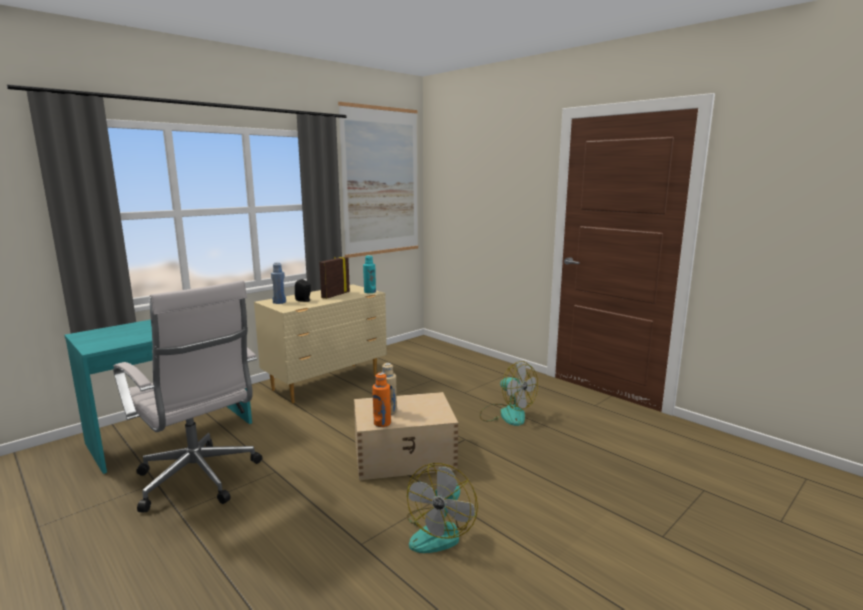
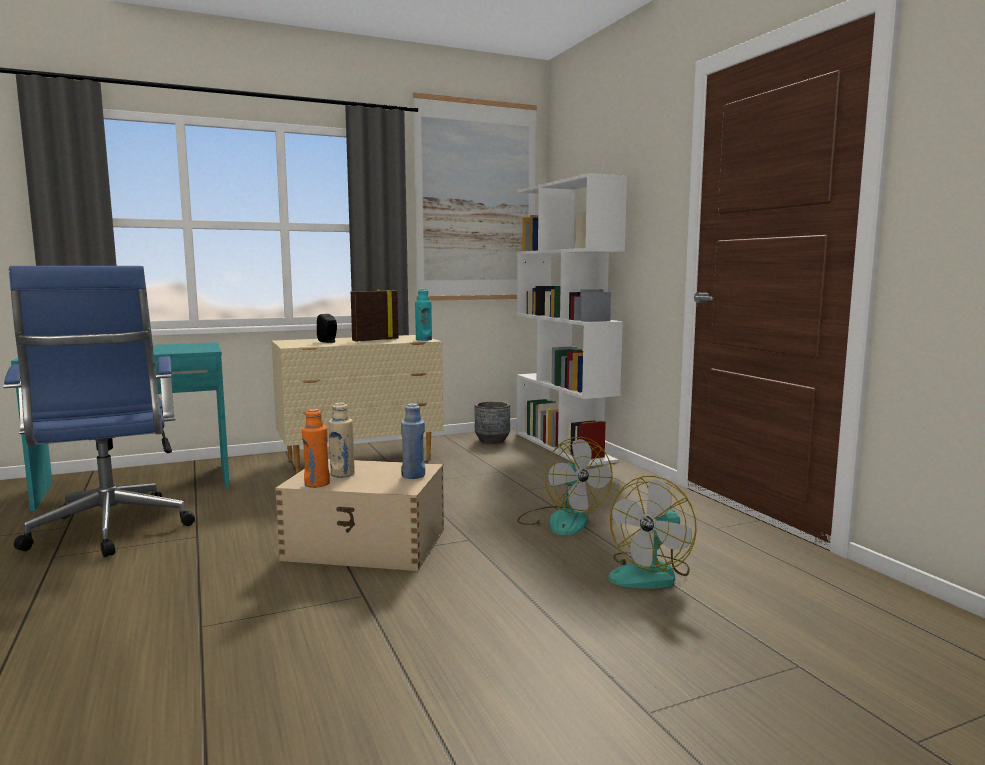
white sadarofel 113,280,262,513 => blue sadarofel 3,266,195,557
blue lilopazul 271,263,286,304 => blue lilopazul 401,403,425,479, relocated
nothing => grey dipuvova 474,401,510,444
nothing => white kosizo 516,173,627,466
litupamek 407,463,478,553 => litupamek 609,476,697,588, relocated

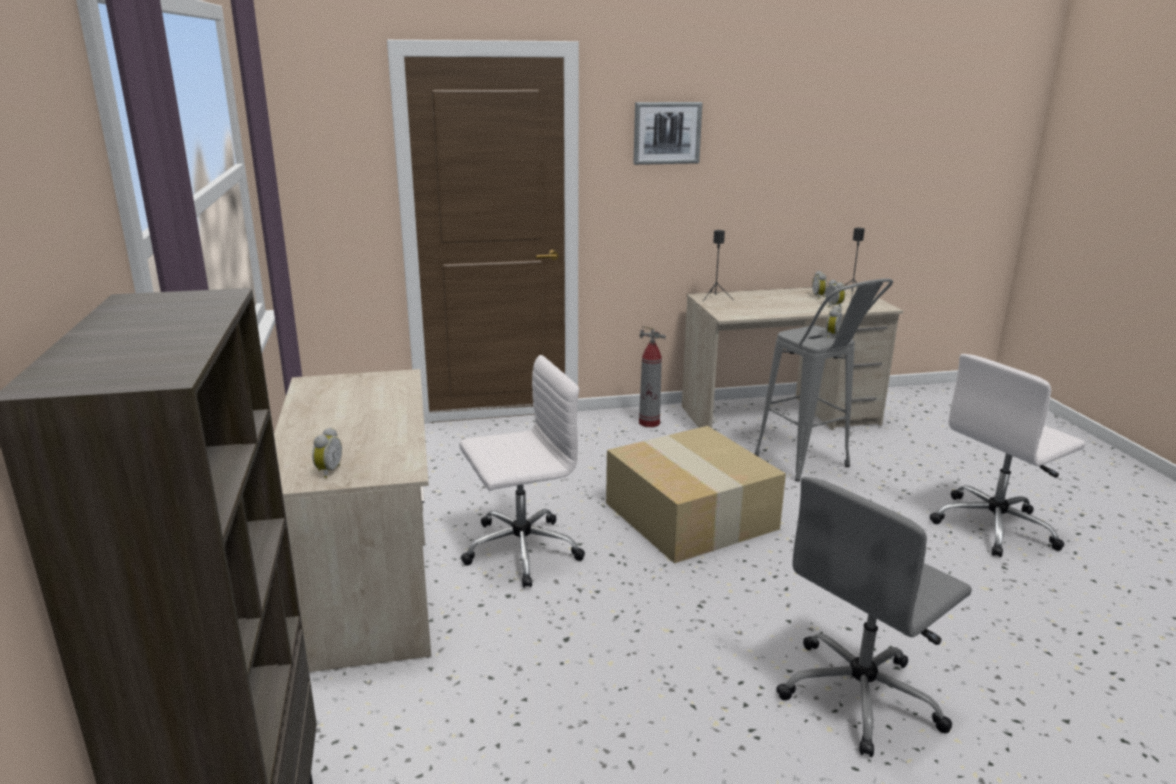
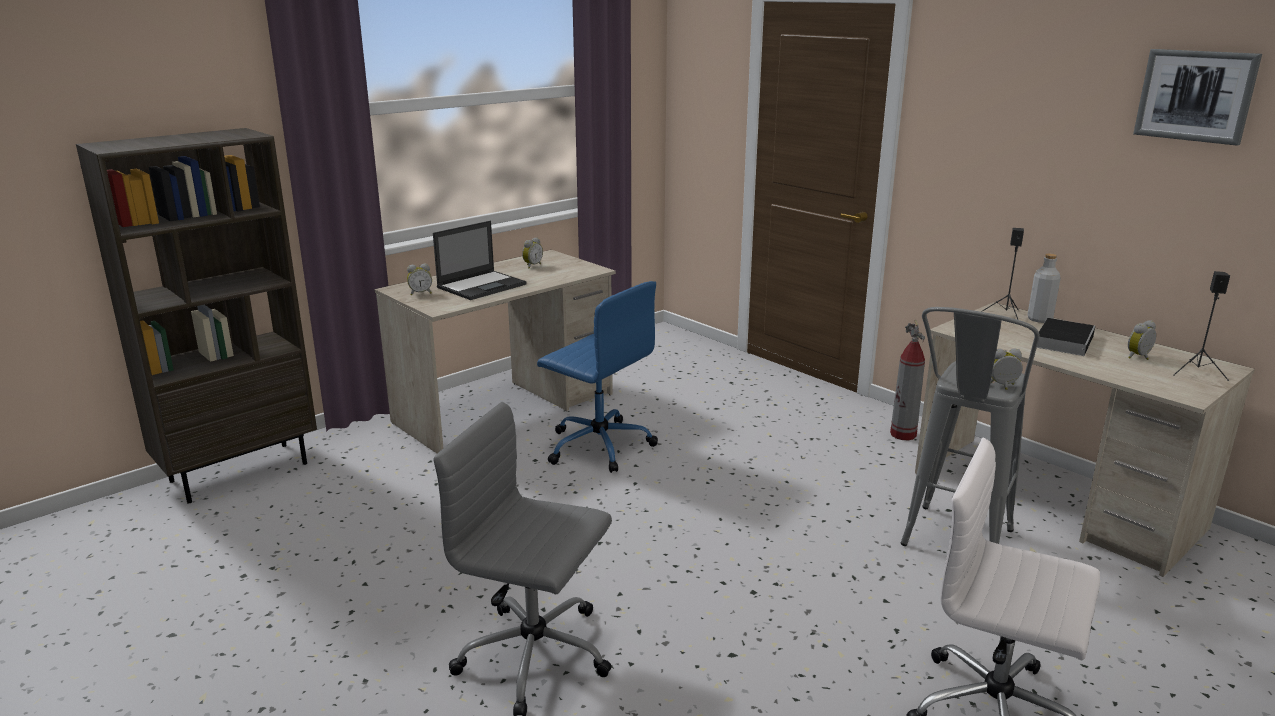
nothing => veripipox 433,220,527,300
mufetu 825,280,845,308 => mufetu 522,238,543,268, relocated
white sadarofel 460,355,585,588 => blue sadarofel 537,281,658,473
nothing => grey lilopazul 1027,254,1061,323
nothing => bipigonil 1037,318,1095,356
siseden 633,102,703,165 => siseden 1133,49,1262,146, relocated
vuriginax 606,426,786,563 => nothing

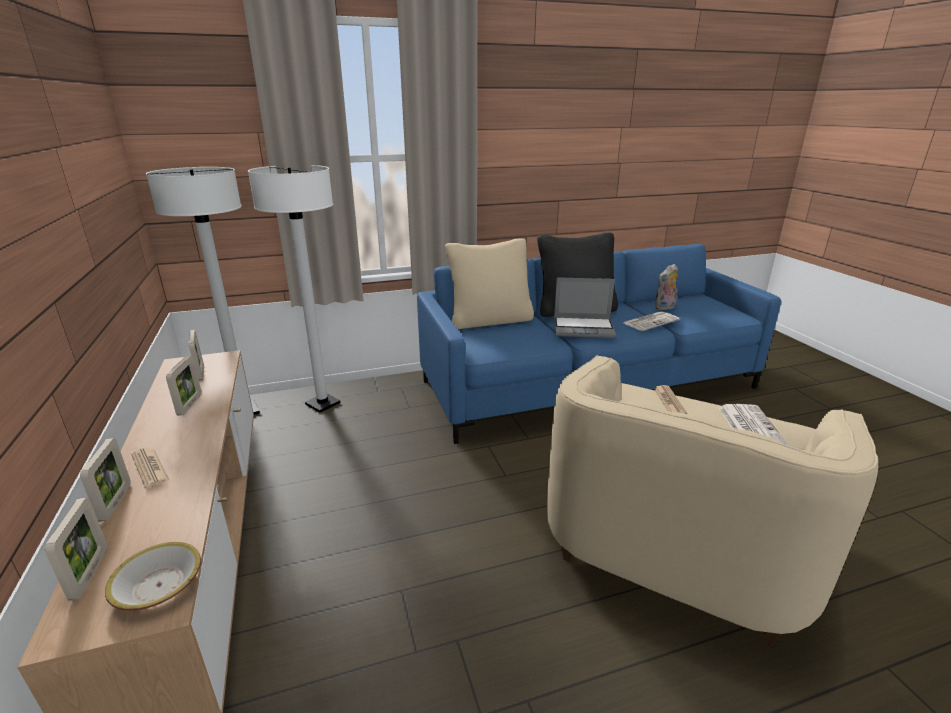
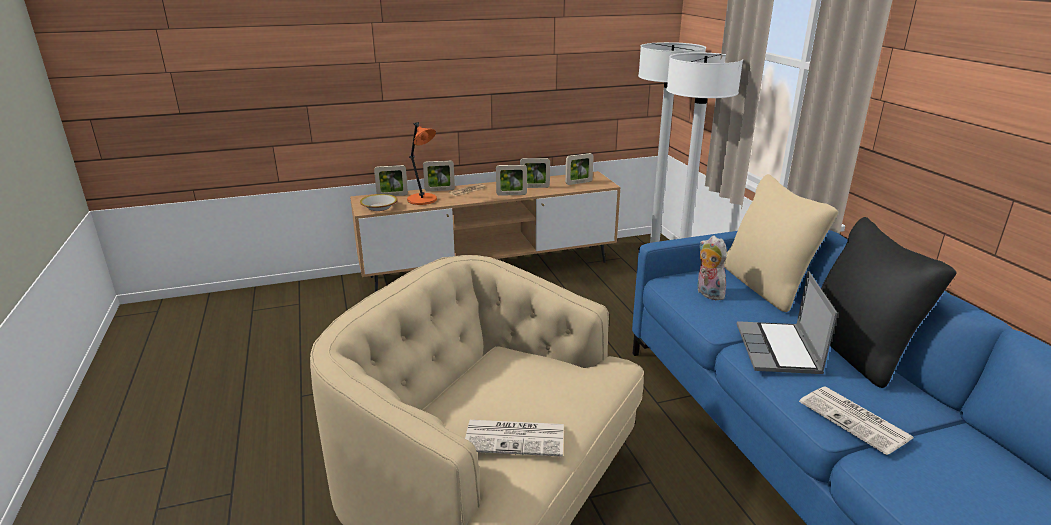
nothing => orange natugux 407,122,437,205
nothing => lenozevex 496,165,527,196
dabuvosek 654,264,678,310 => dabuvosek 697,236,727,300, relocated
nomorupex 654,385,687,414 => nothing

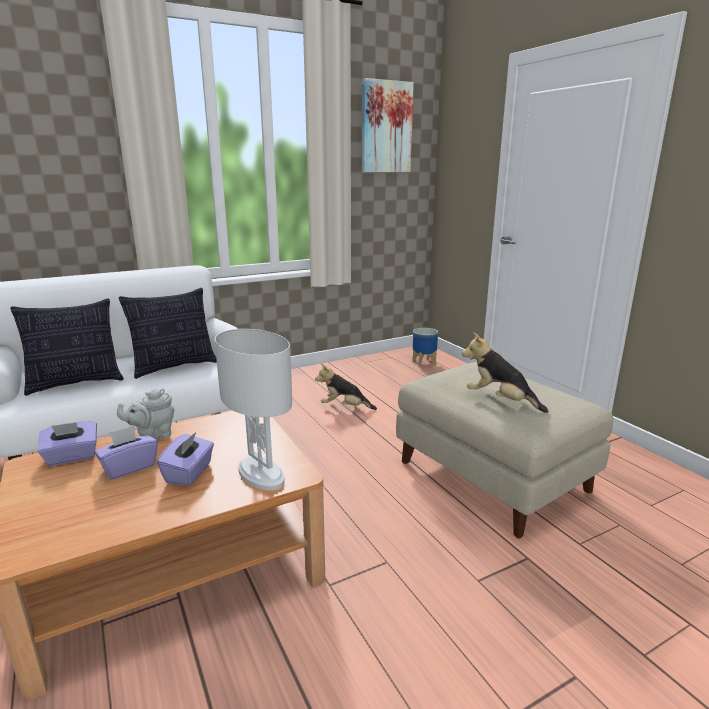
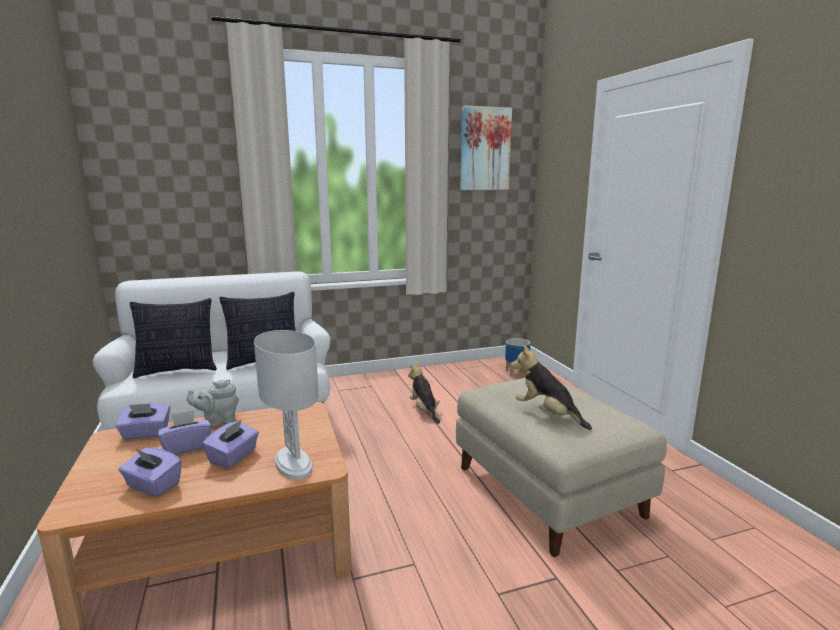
nothing => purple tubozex 119,447,182,497
dabuvosek 315,363,377,410 => dabuvosek 408,363,440,424, 45 degrees clockwise

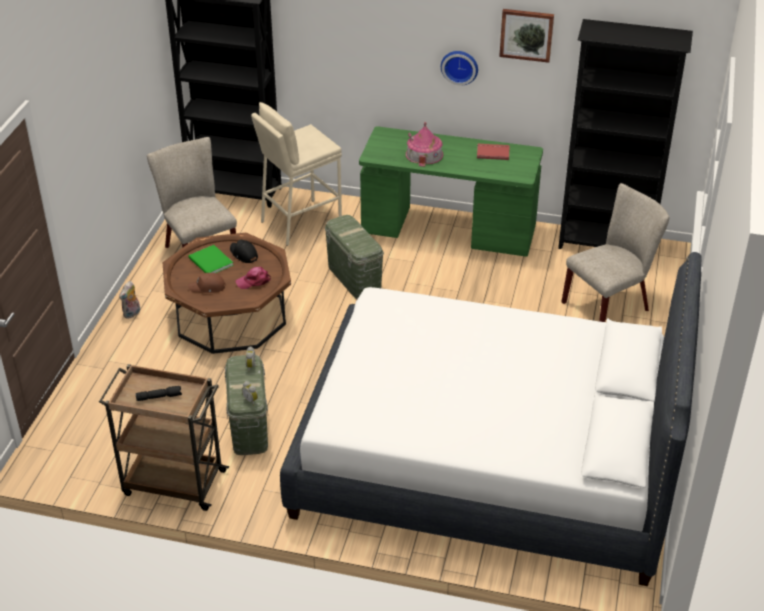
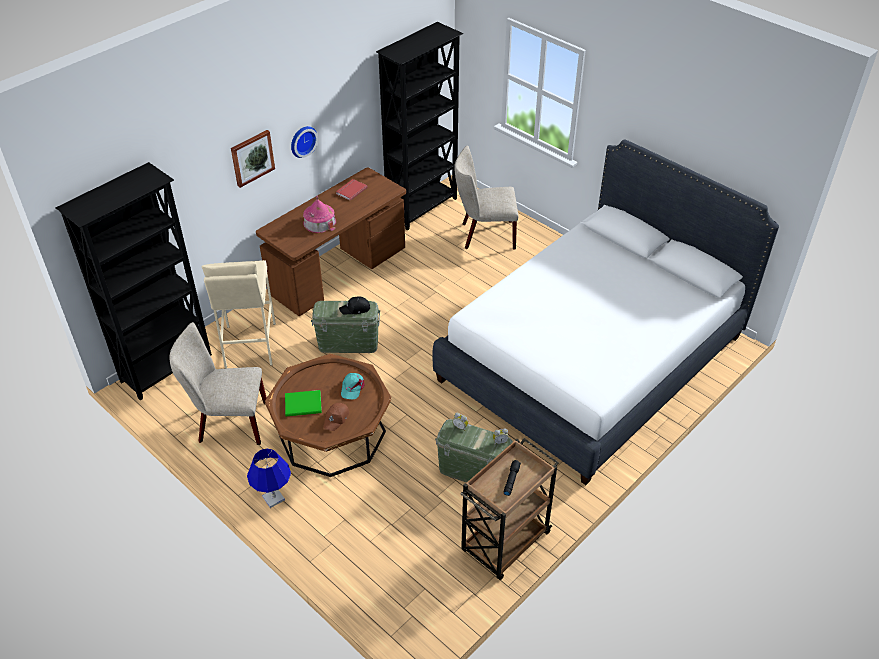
siseden 499,9,554,63 => siseden 231,130,275,188, relocated
dabuvosek 119,281,141,319 => blue natugux 247,448,291,508
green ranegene 359,126,543,257 => brown ranegene 256,167,406,316
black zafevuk 230,240,258,263 => black zafevuk 339,296,370,315, relocated
pink zafevuk 236,267,271,289 => turquoise zafevuk 341,373,365,400
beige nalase 561,183,670,322 => beige nalase 454,145,519,249, 90 degrees counterclockwise

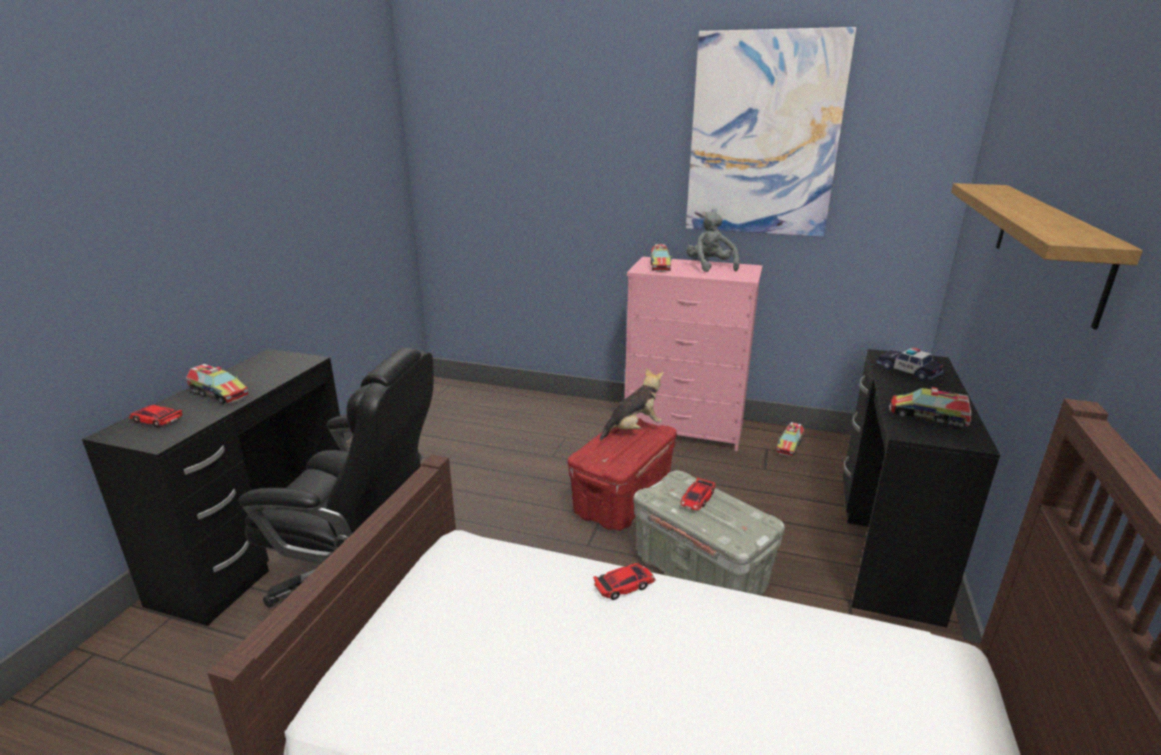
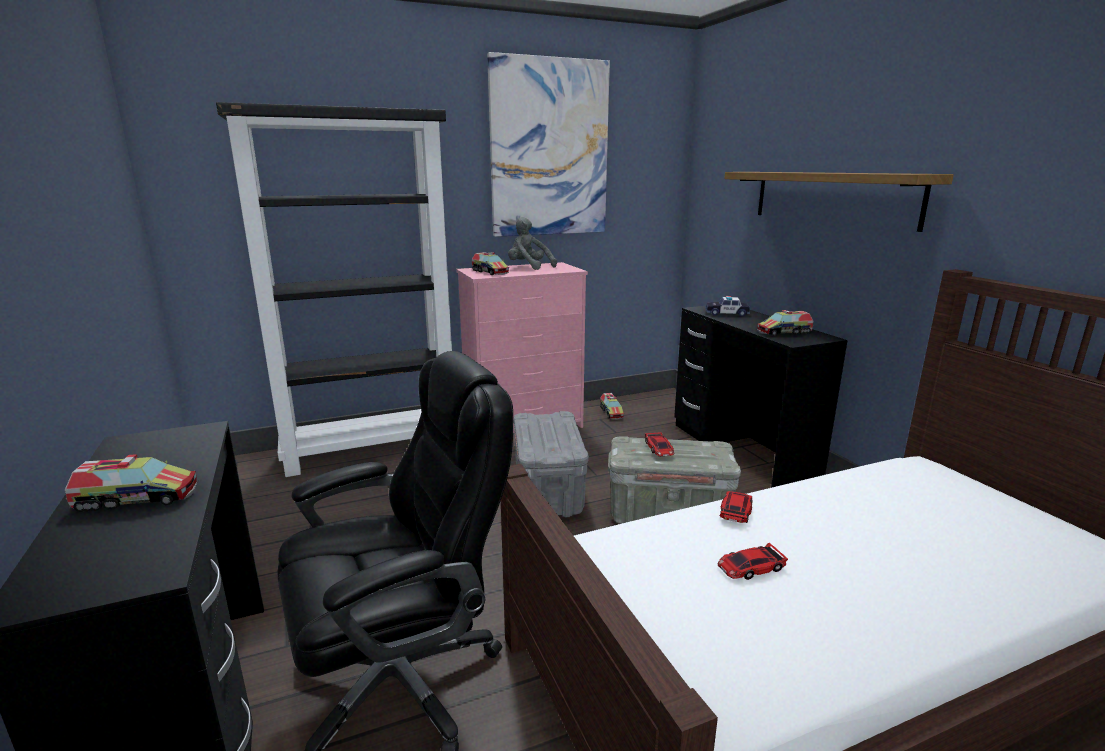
nothing => black kosizo 216,102,452,477
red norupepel 568,418,677,531 => grey norupepel 513,411,589,518
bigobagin 129,405,183,428 => bigobagin 717,543,788,580, relocated
dabuvosek 600,368,663,441 => nothing

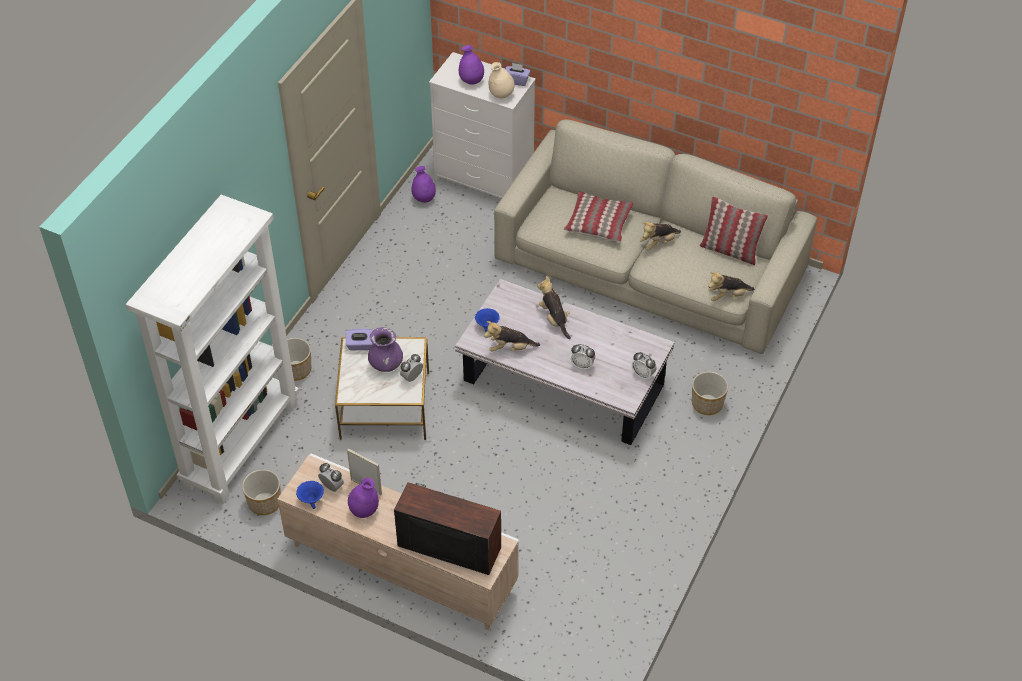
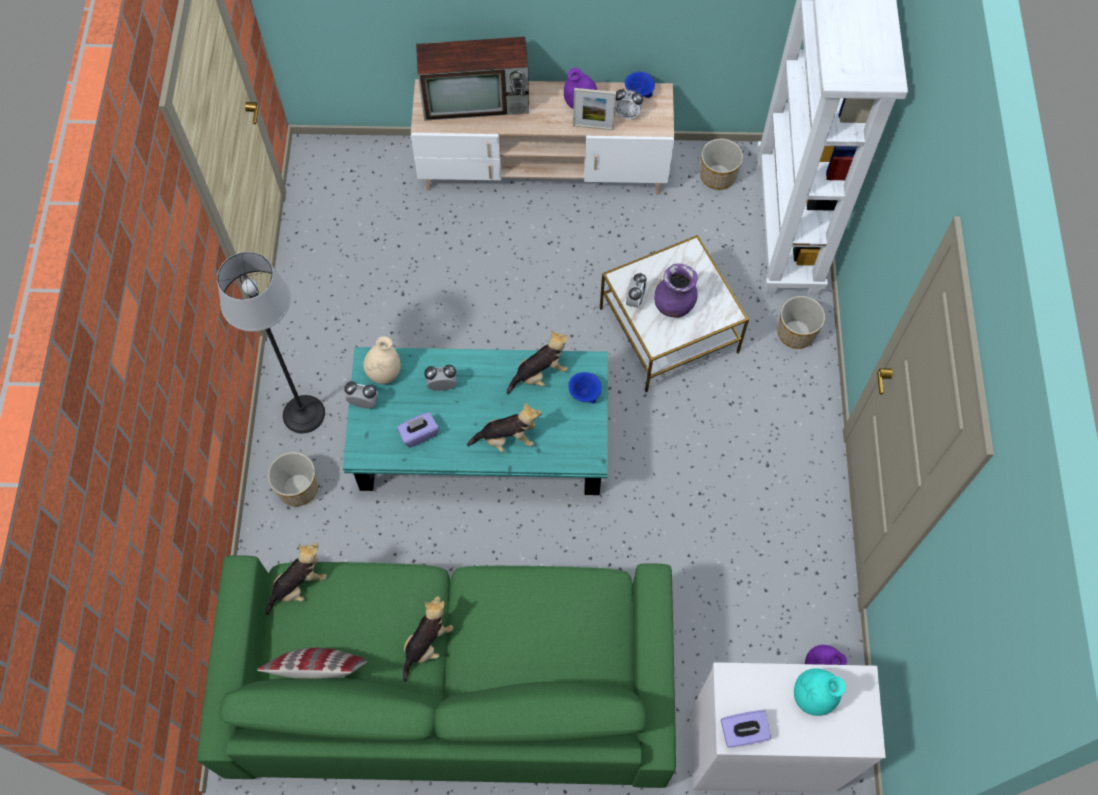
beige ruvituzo 494,119,817,354 => green ruvituzo 196,555,676,788
nothing => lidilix 217,252,325,434
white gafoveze 455,279,675,445 => turquoise gafoveze 343,347,608,495
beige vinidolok 489,62,515,98 => beige vinidolok 363,336,401,384, relocated
purple tubozex 346,329,373,350 => purple tubozex 397,412,439,448, relocated
dabuvosek 537,276,571,339 => dabuvosek 467,402,542,452, 45 degrees counterclockwise
purple vinidolok 459,45,484,85 => turquoise vinidolok 794,668,846,716
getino 564,191,634,242 => nothing

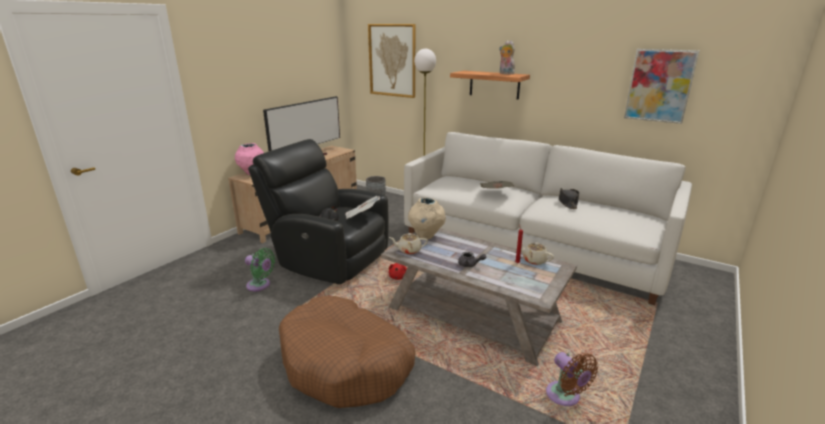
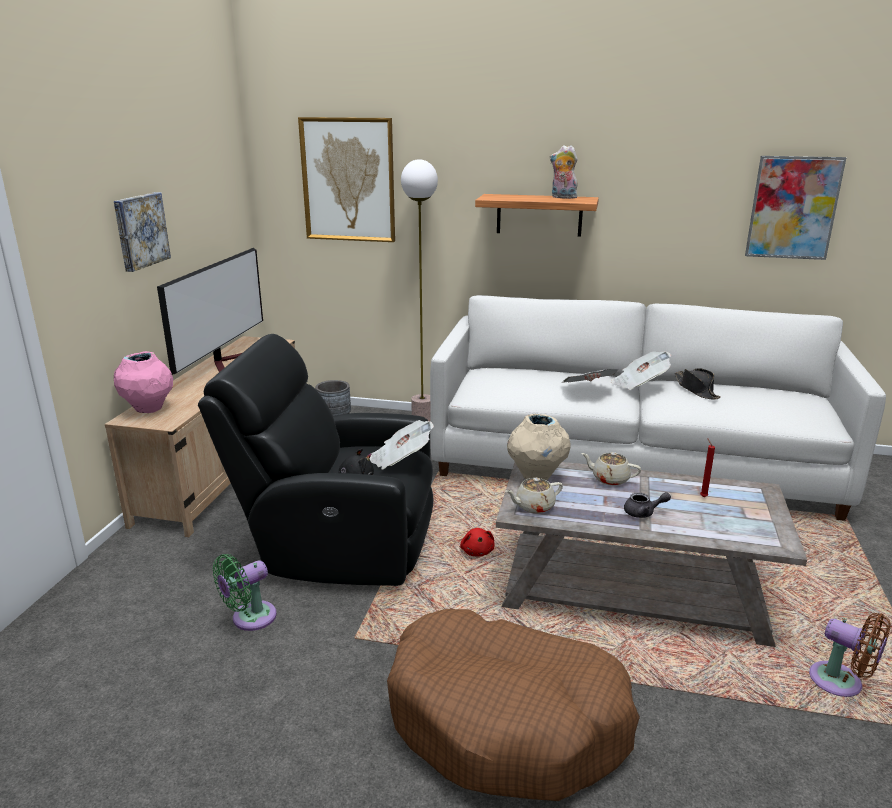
nothing => siseden 114,192,171,272
green litupamek 245,248,275,291 => green litupamek 213,554,277,631, 135 degrees clockwise
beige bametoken 517,240,554,265 => beige bametoken 581,452,641,486, relocated
nothing => nomorupex 611,351,672,389

